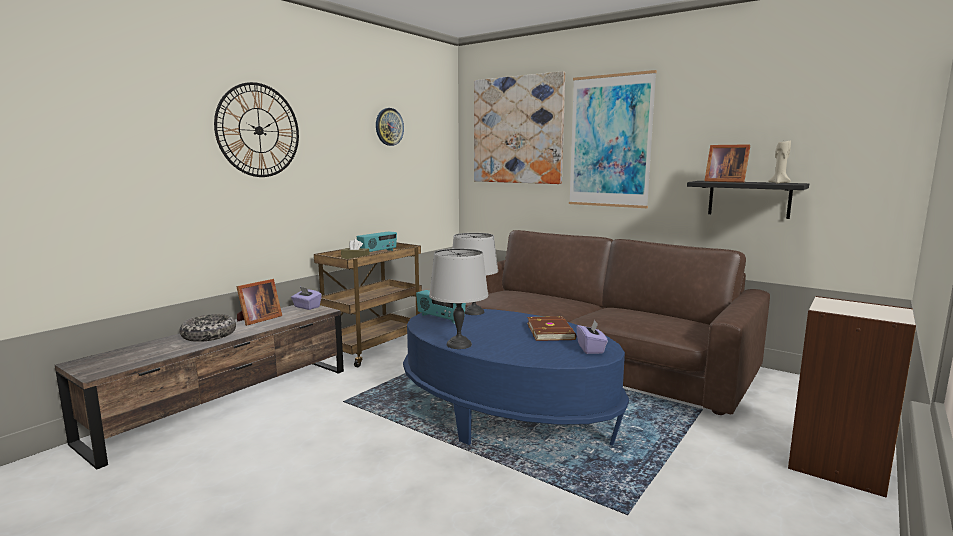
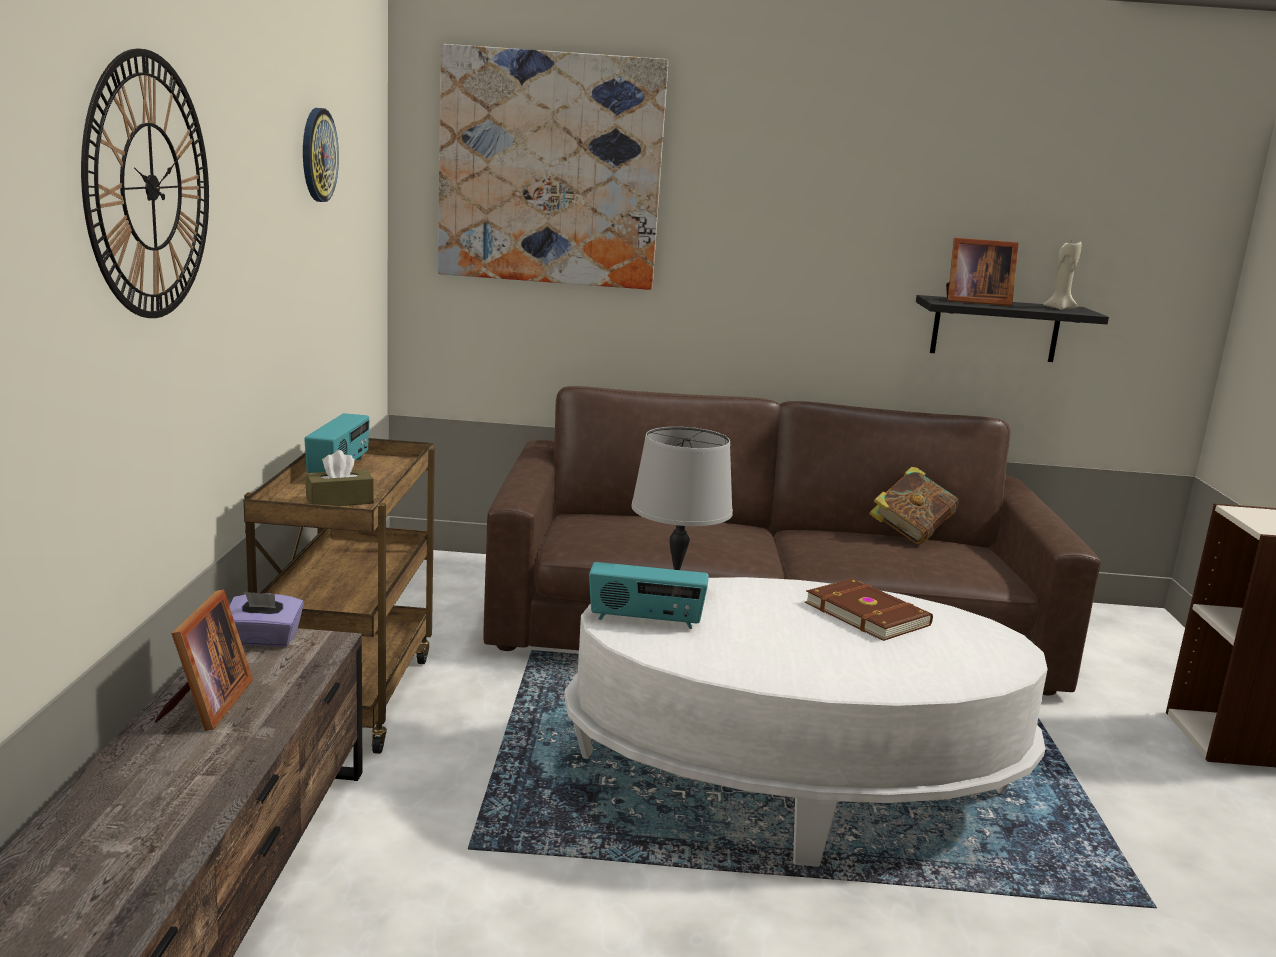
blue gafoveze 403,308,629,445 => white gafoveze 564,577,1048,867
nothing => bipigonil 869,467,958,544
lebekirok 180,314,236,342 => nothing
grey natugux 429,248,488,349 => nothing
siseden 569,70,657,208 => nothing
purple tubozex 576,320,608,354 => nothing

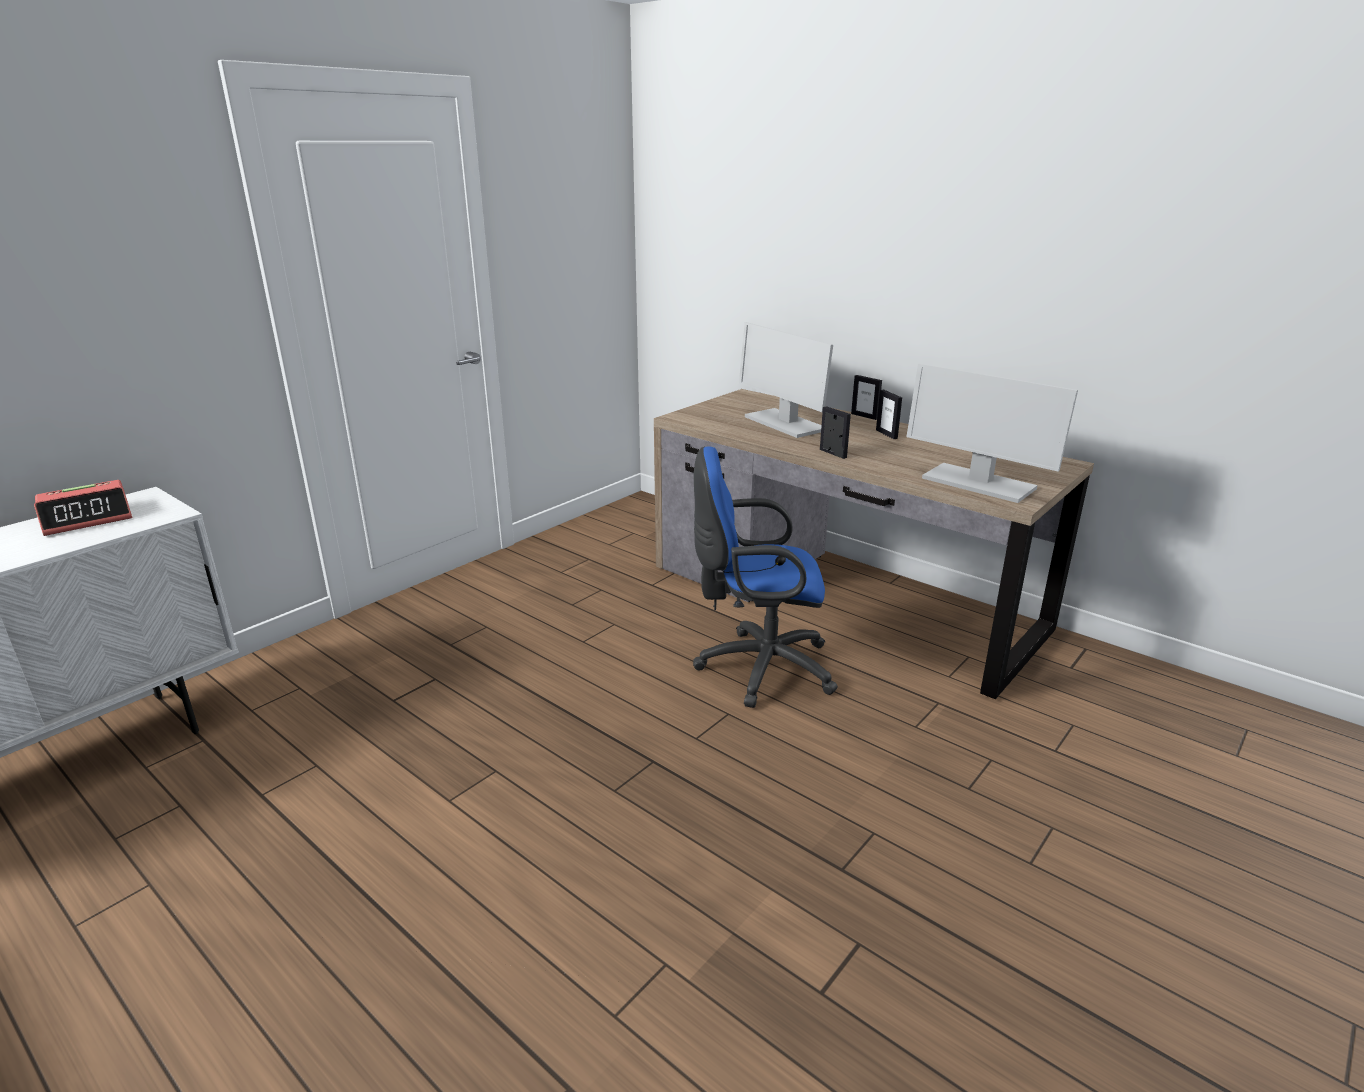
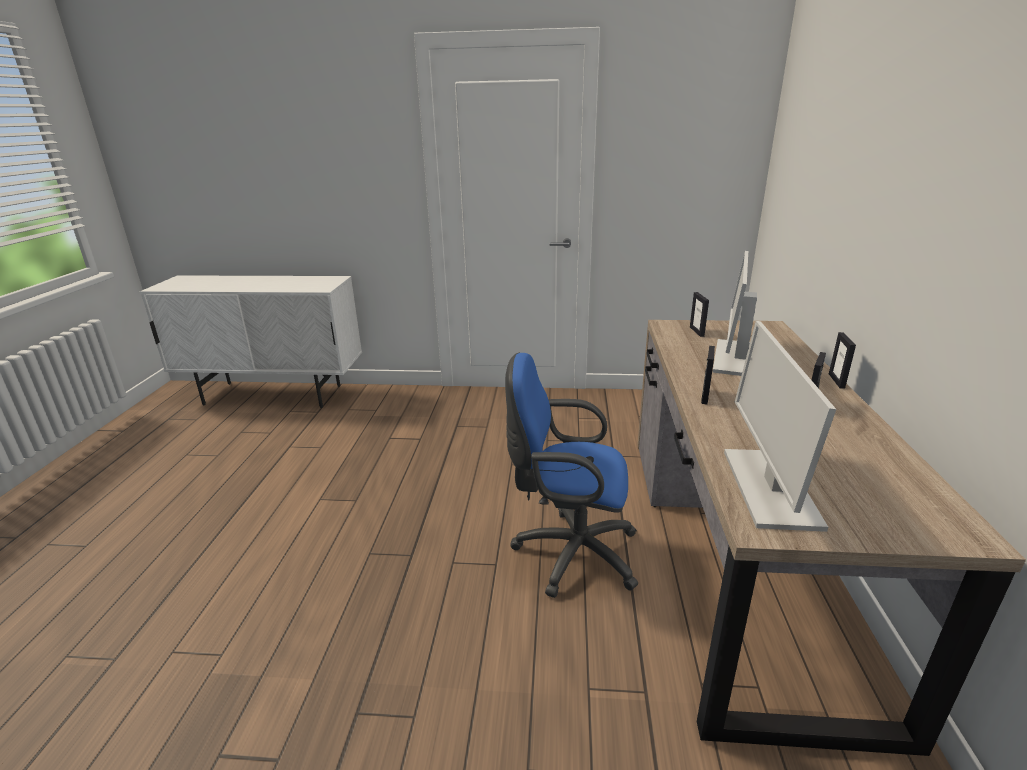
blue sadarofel 693,446,838,708 => blue sadarofel 505,352,638,598, 45 degrees counterclockwise
nothing => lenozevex 690,292,709,337
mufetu 34,480,132,536 => nothing

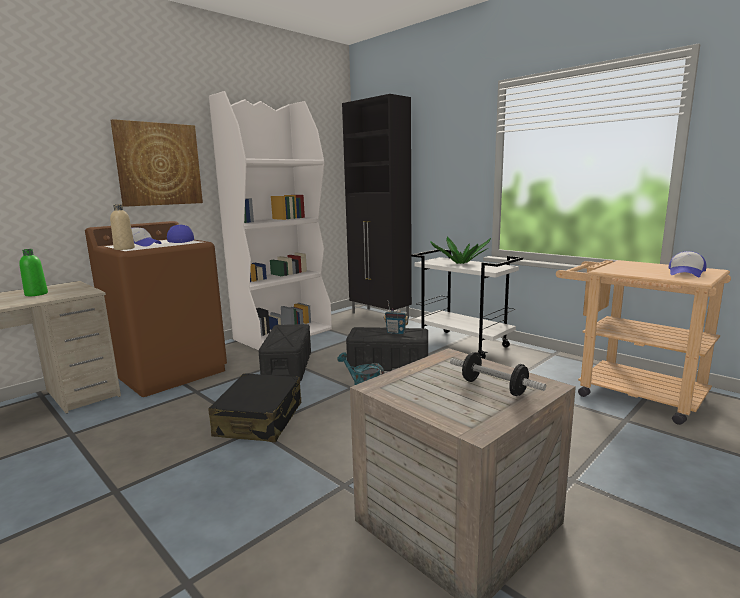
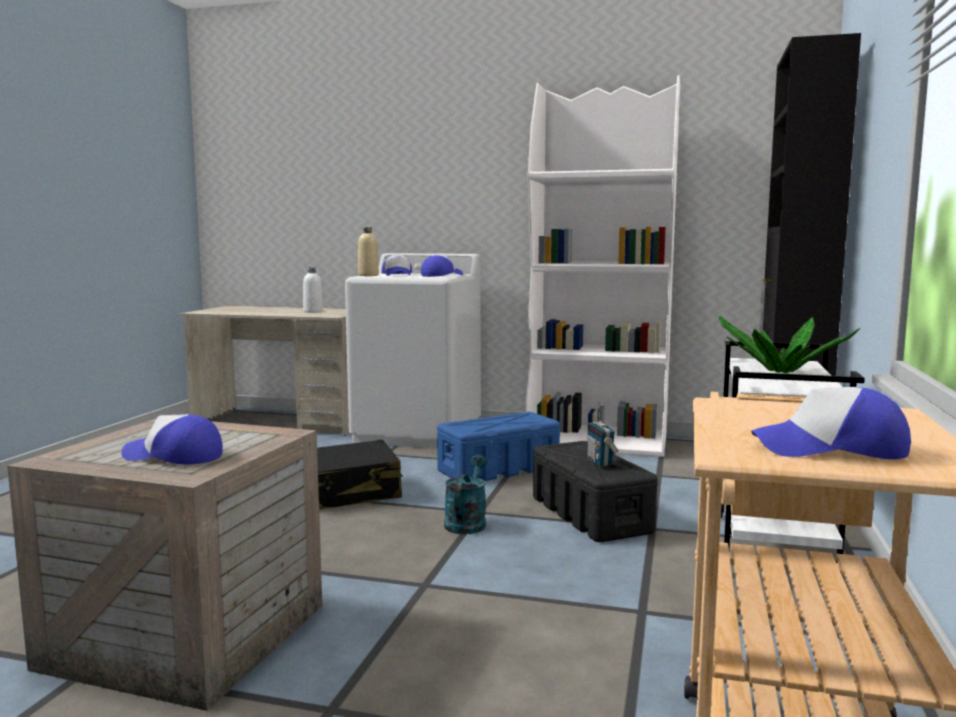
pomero 450,352,546,396 => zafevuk 121,414,223,464
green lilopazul 19,249,48,296 => white lilopazul 303,267,323,313
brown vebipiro 85,221,227,397 => white vebipiro 345,253,481,449
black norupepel 258,324,311,381 => blue norupepel 437,412,560,481
siseden 111,119,203,207 => nothing

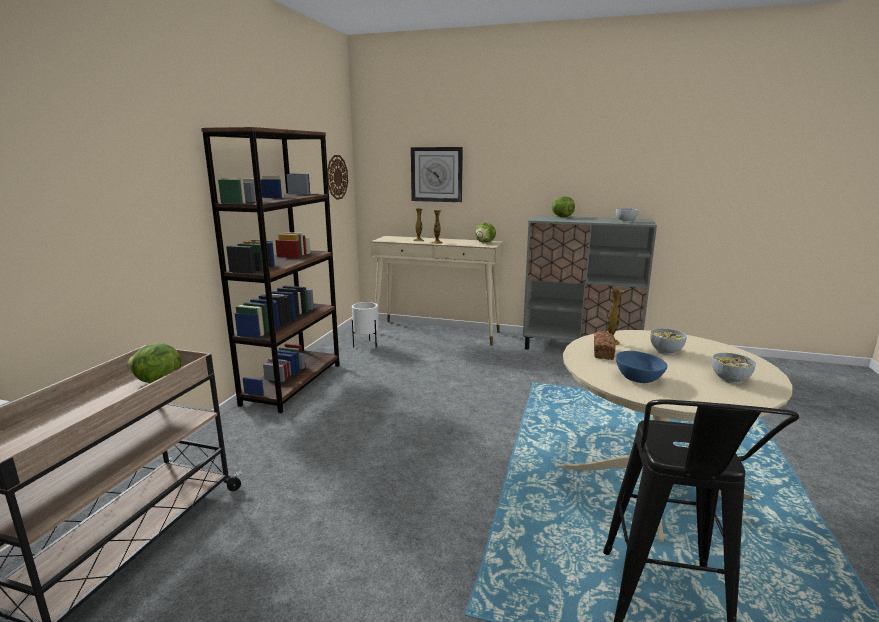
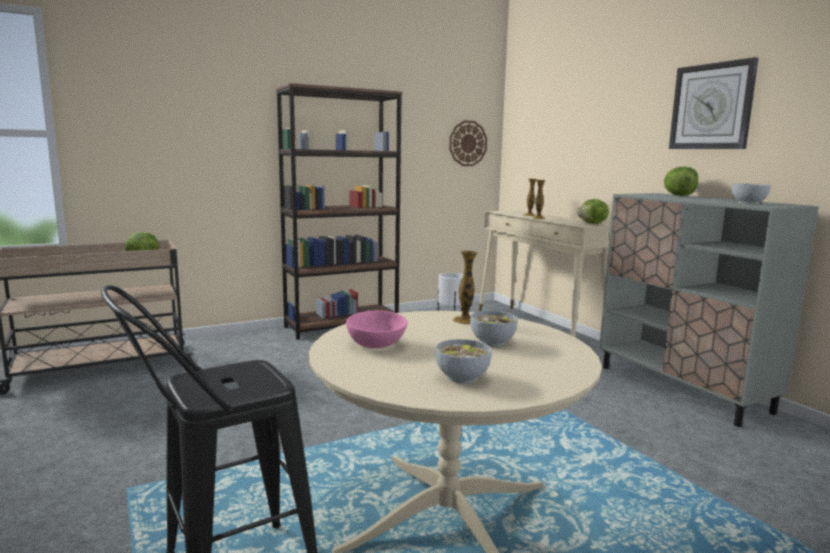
blue lebekirok 616,351,668,383 => pink lebekirok 346,310,408,348
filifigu 411,147,463,202 => filifigu 669,57,759,149, relocated
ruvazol 594,331,616,360 => nothing

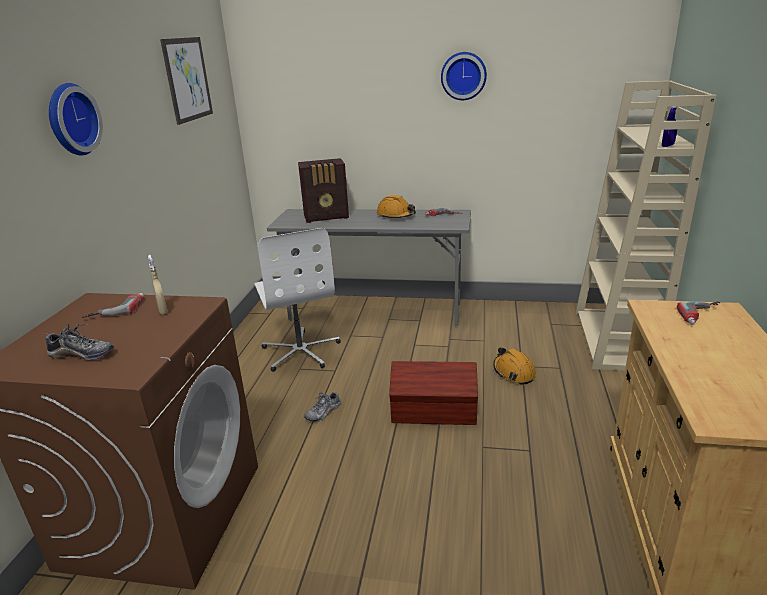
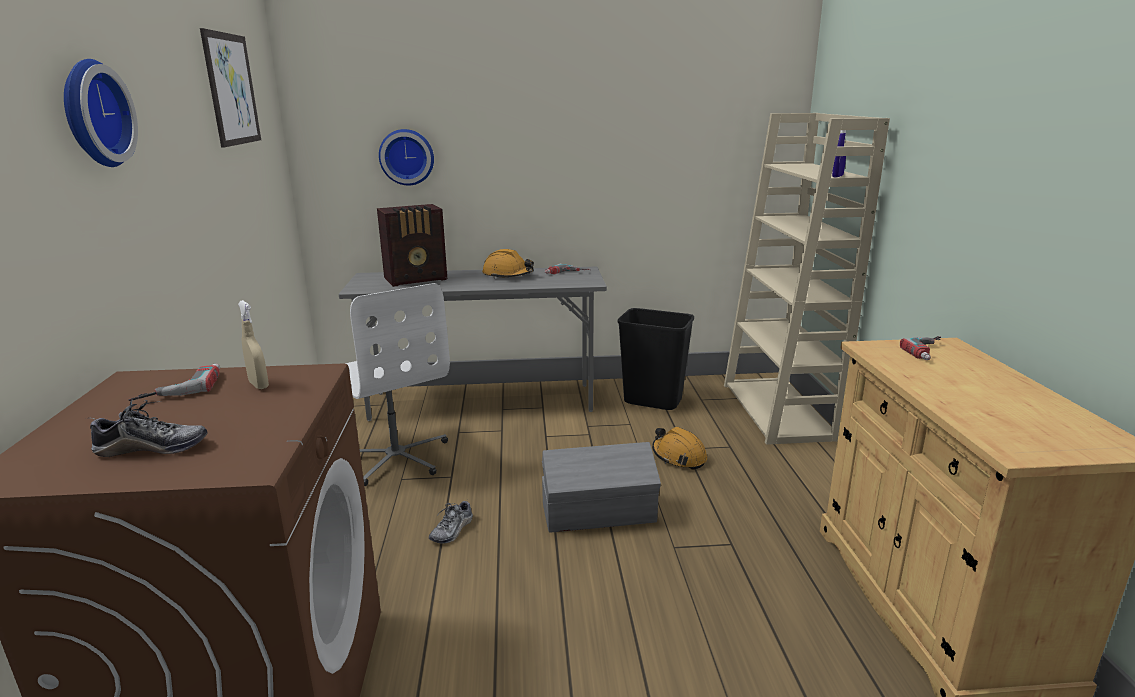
filifigu 441,52,487,100 => filifigu 379,129,434,185, relocated
brown norupepel 389,361,478,425 => grey norupepel 542,442,661,533
nothing => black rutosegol 617,308,694,410

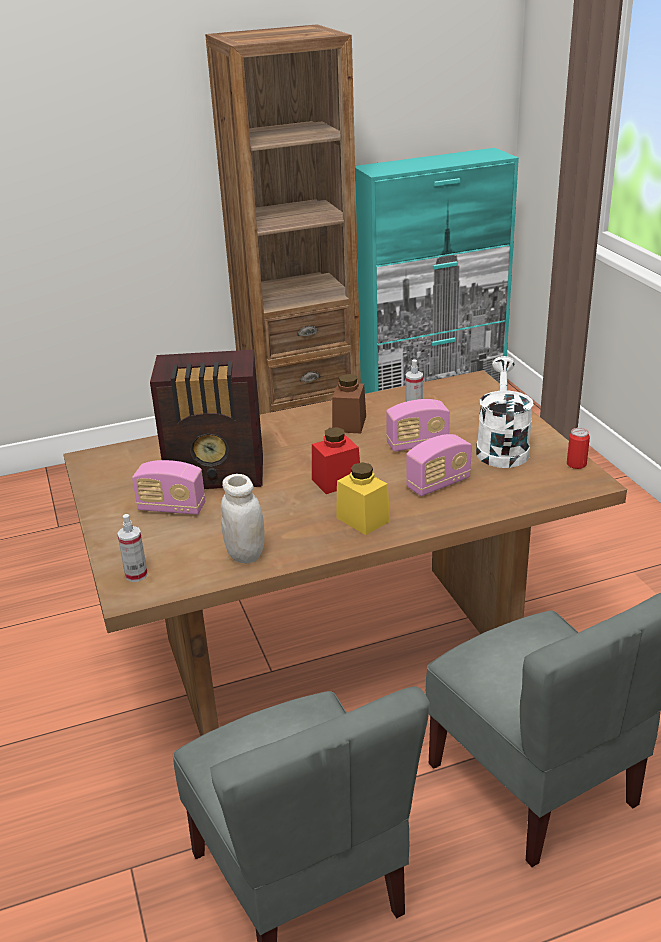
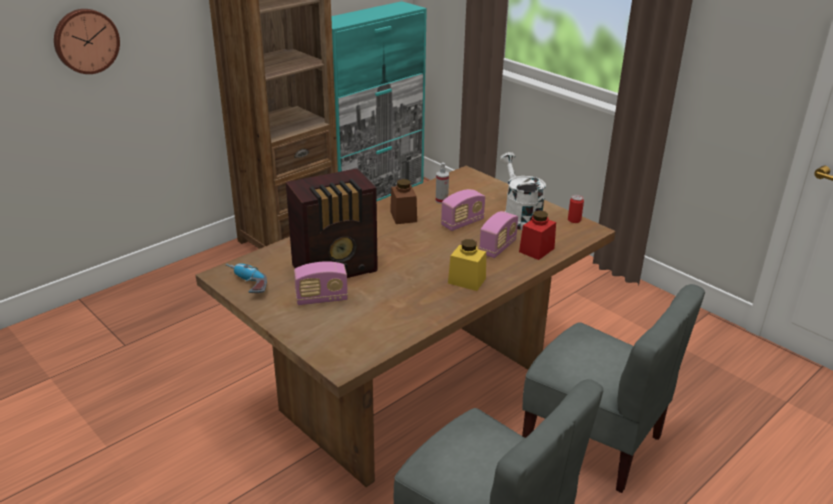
nothing => filifigu 54,9,120,74
nothing => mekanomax 226,263,267,293
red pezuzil 312,427,360,494 => red pezuzil 519,210,556,260, relocated
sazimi 117,514,148,582 => nothing
white pezuzil 221,474,265,563 => nothing

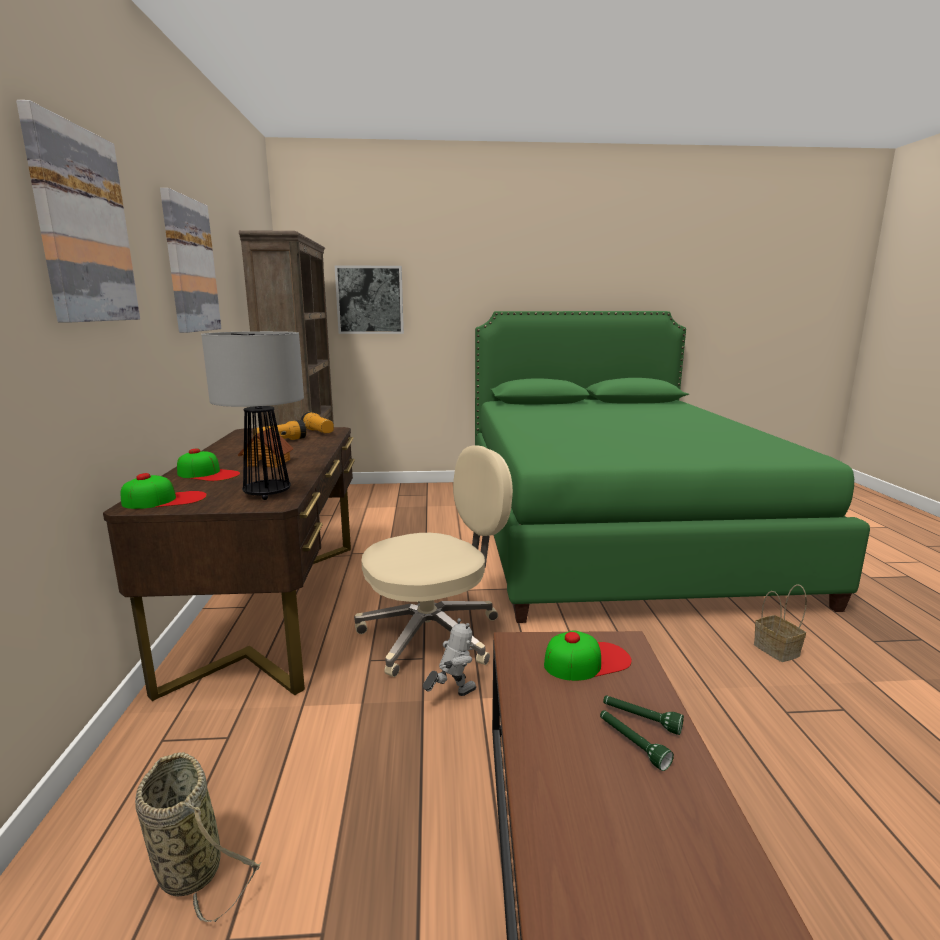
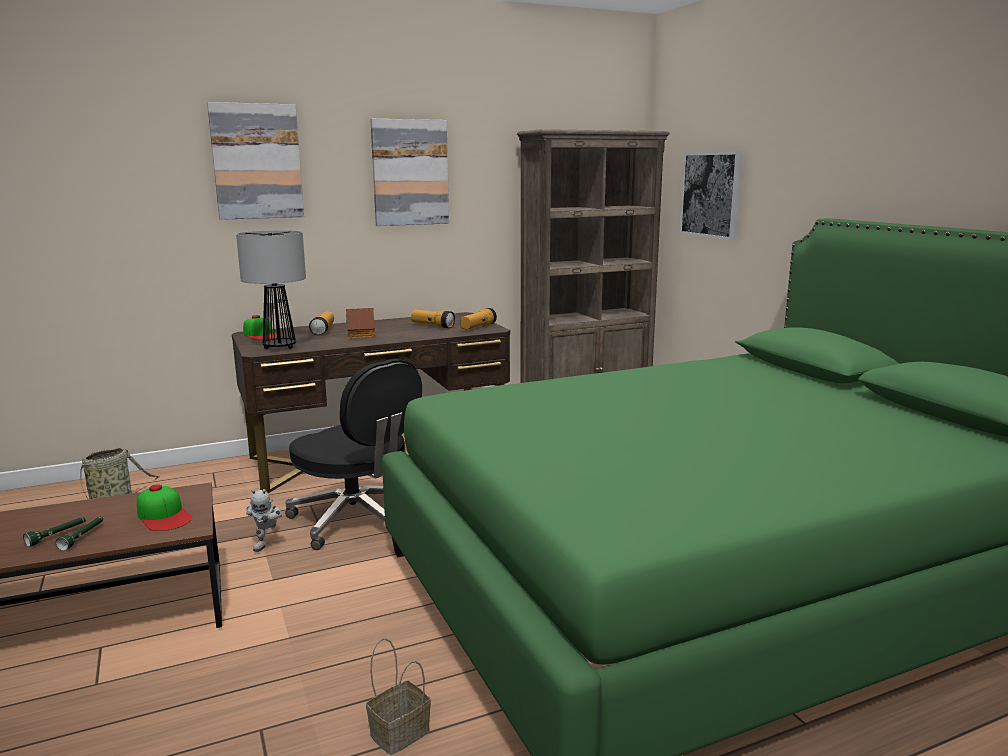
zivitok 423,618,476,696 => zivitok 246,489,282,552, 60 degrees clockwise
beige sadarofel 354,446,513,677 => black sadarofel 285,359,422,550
zafevuk 177,449,240,481 => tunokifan 309,312,334,335

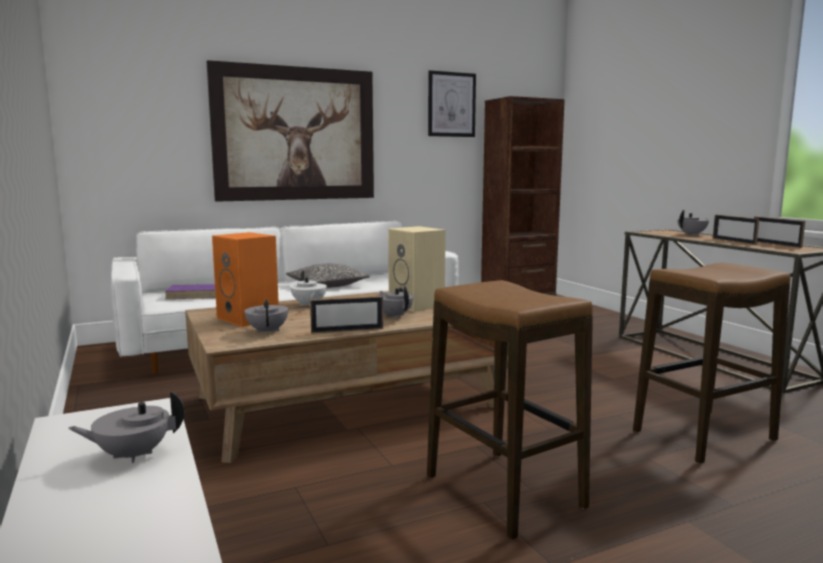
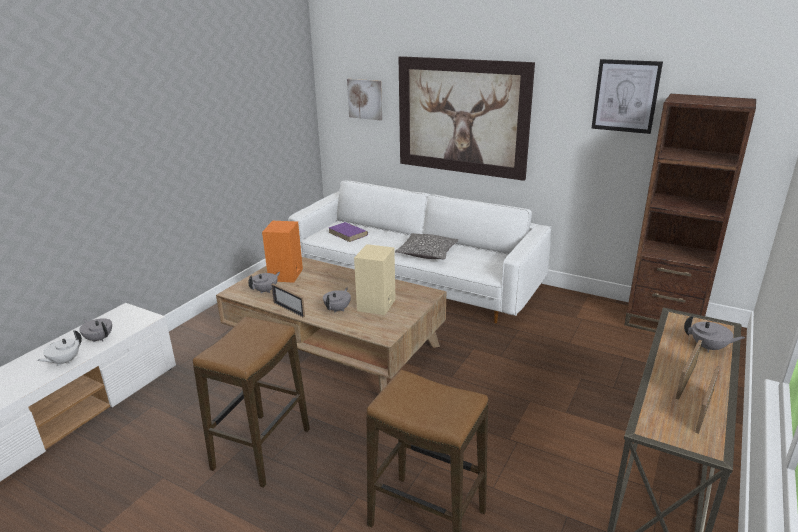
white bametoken 290,271,327,306 => white bametoken 37,330,82,366, relocated
nothing => siseden 347,79,382,120

